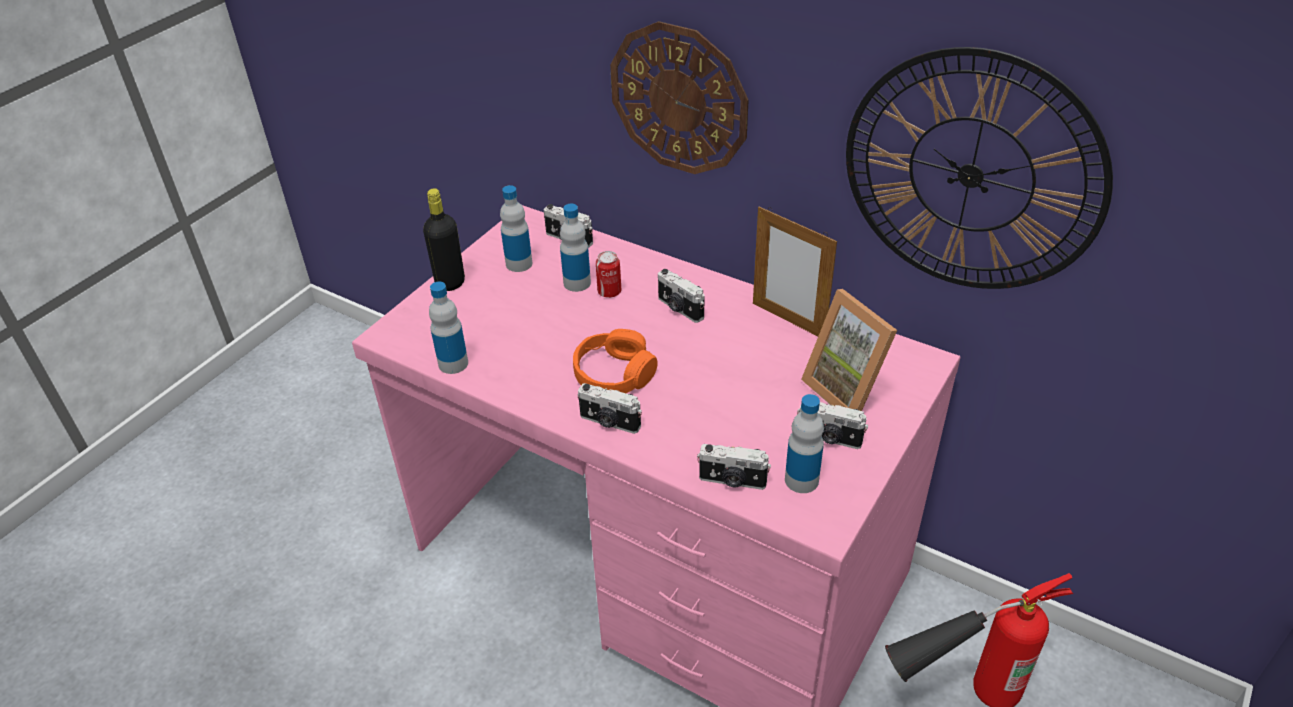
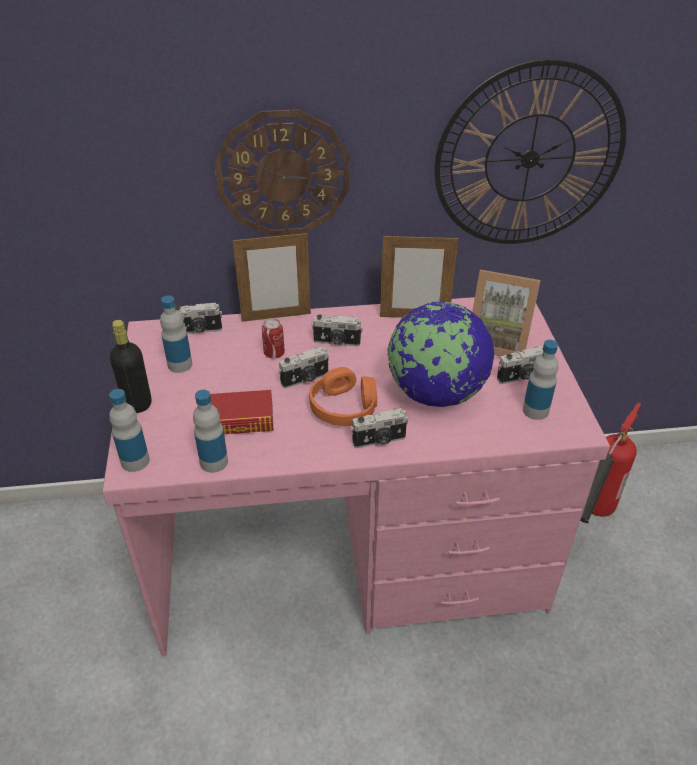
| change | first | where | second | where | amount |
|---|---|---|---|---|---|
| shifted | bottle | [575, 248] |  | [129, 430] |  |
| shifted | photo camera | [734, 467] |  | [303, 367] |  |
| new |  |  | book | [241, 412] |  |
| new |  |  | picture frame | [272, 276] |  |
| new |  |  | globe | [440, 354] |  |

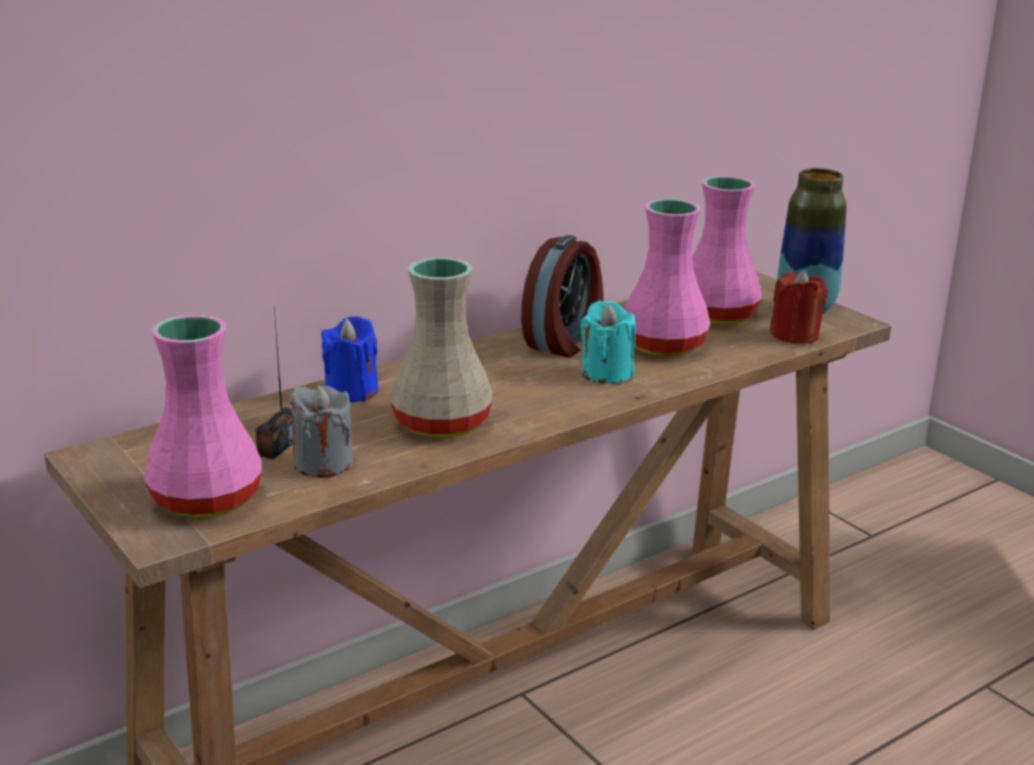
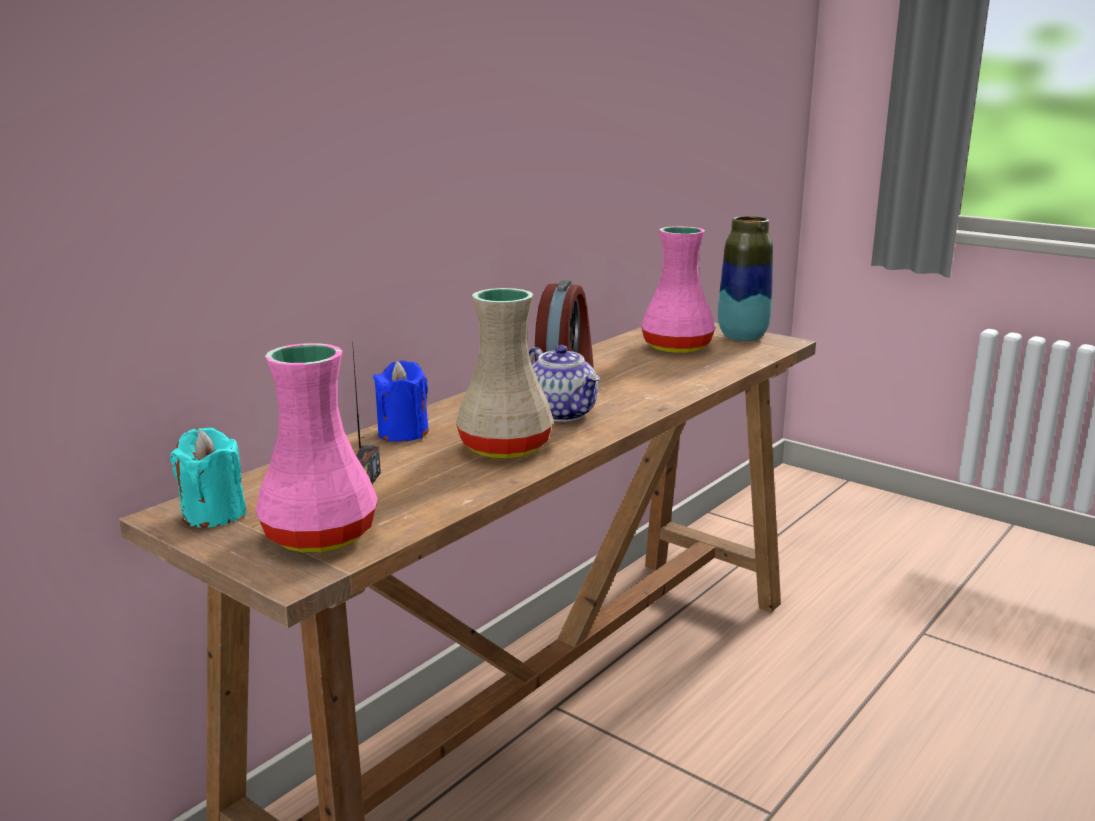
| change | first | where | second | where | amount |
|---|---|---|---|---|---|
| gone | candle (grey) | [321, 431] |  |  |  |
| shifted | candle (turquoise) | [608, 342] |  | [208, 478] |  |
| gone | vase (pink) | [667, 277] |  |  |  |
| gone | candle (red) | [799, 307] |  |  |  |
| new |  |  | teapot | [564, 383] |  |

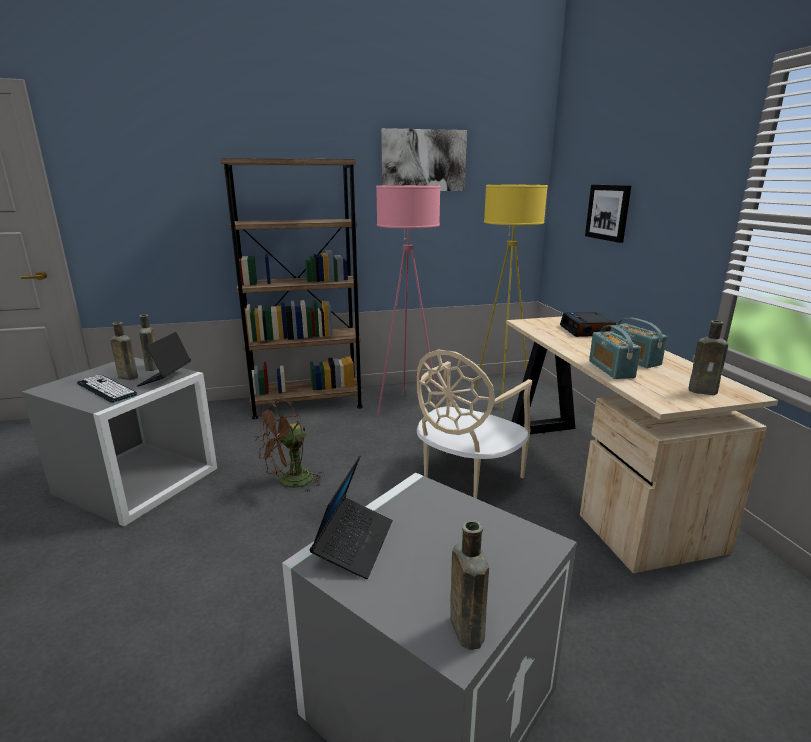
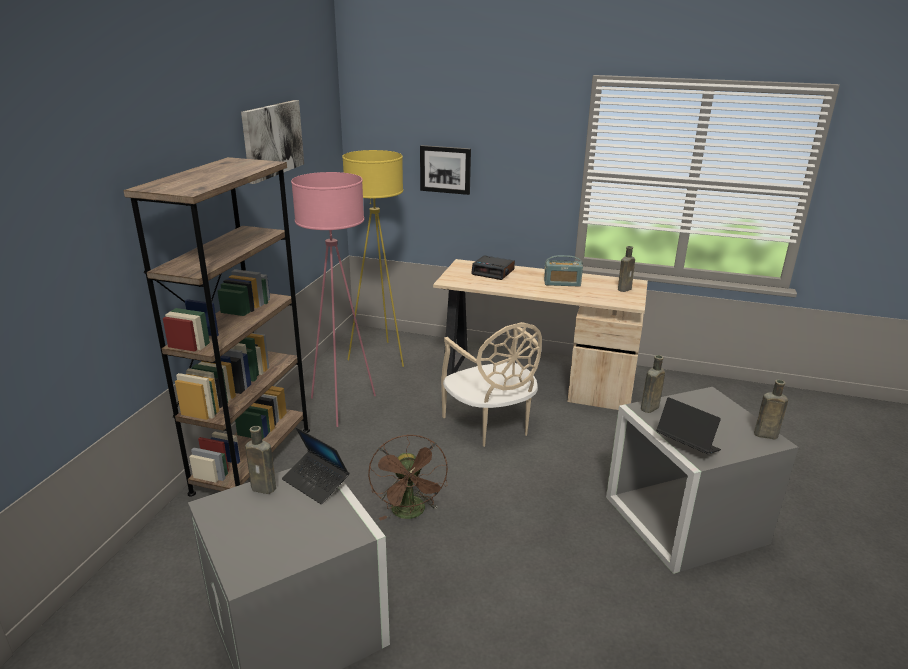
| change | first | where | second | where | amount |
|---|---|---|---|---|---|
| gone | keyboard | [107, 389] |  |  |  |
| shifted | bottle (brown) | [124, 351] |  | [653, 384] |  |
| gone | radio | [615, 352] |  |  |  |

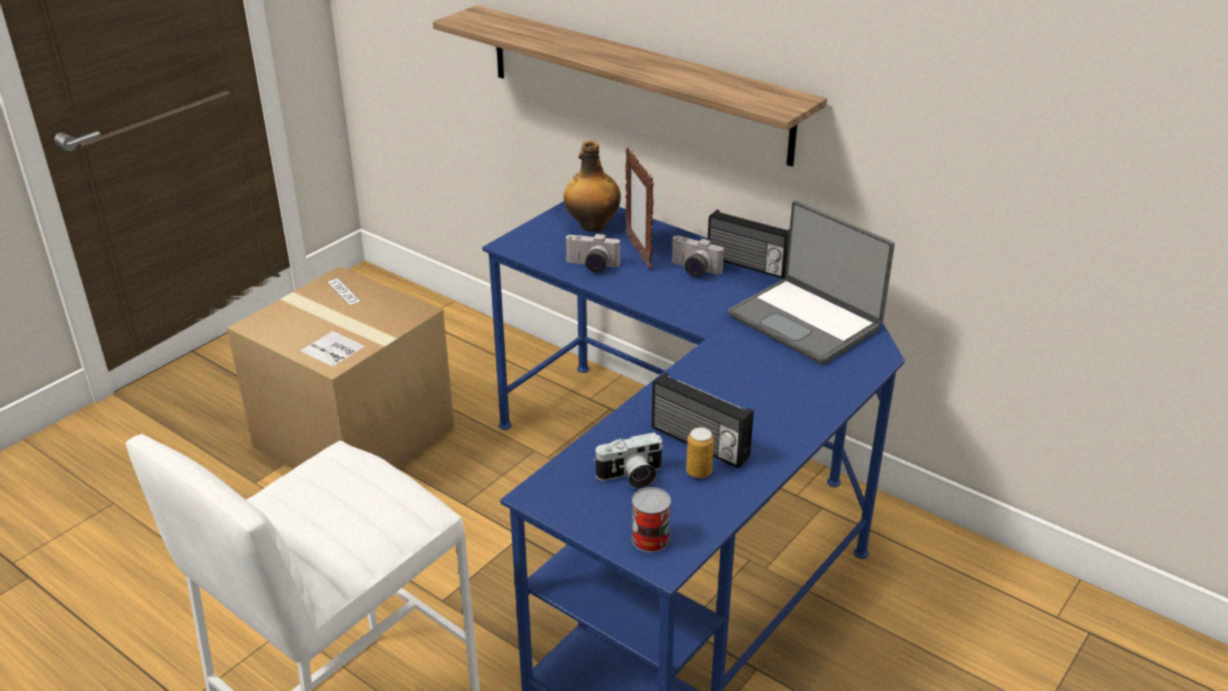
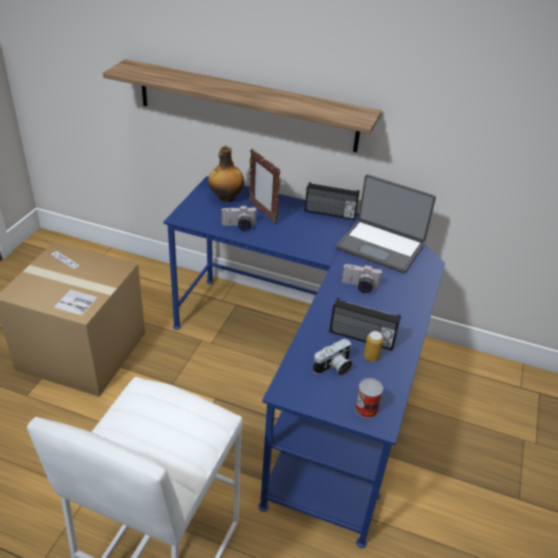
| change | first | where | second | where | amount |
|---|---|---|---|---|---|
| shifted | photo camera | [697, 256] |  | [361, 278] |  |

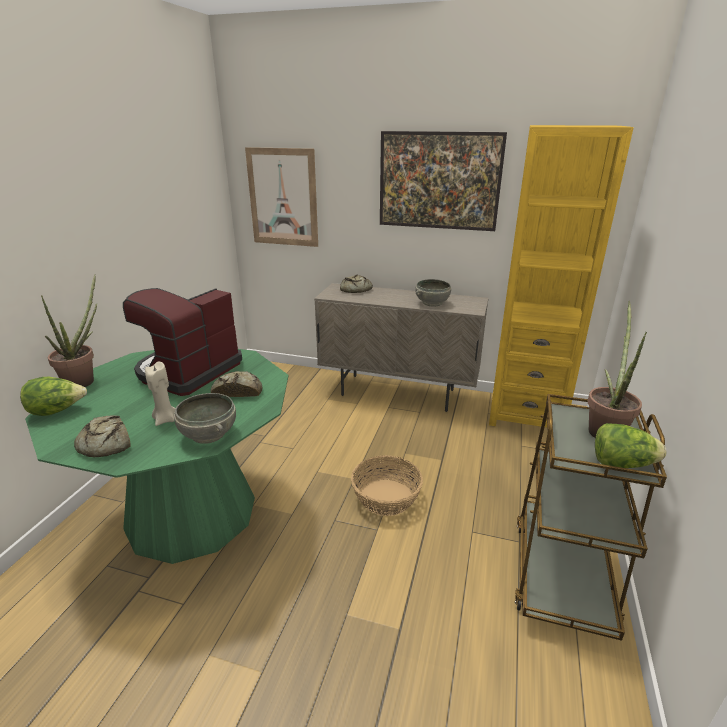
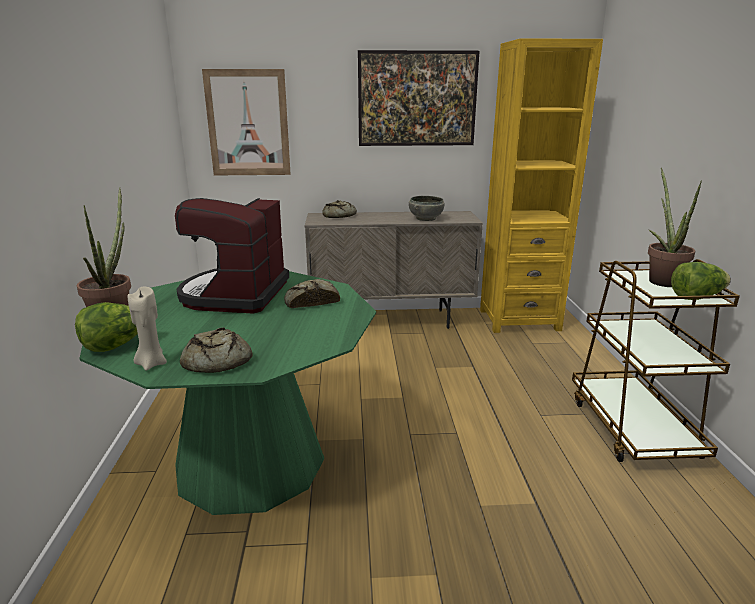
| change | first | where | second | where | amount |
|---|---|---|---|---|---|
| shifted | candle (beige) | [160, 394] |  | [147, 328] |  |
| gone | bowl (grey) | [205, 418] |  |  |  |
| gone | basket | [387, 485] |  |  |  |

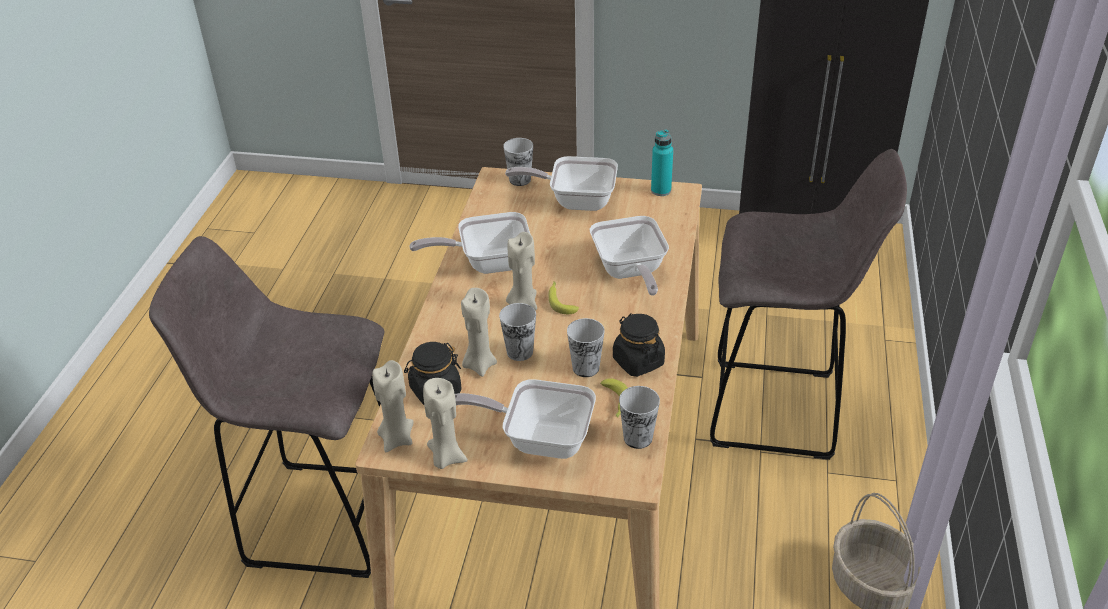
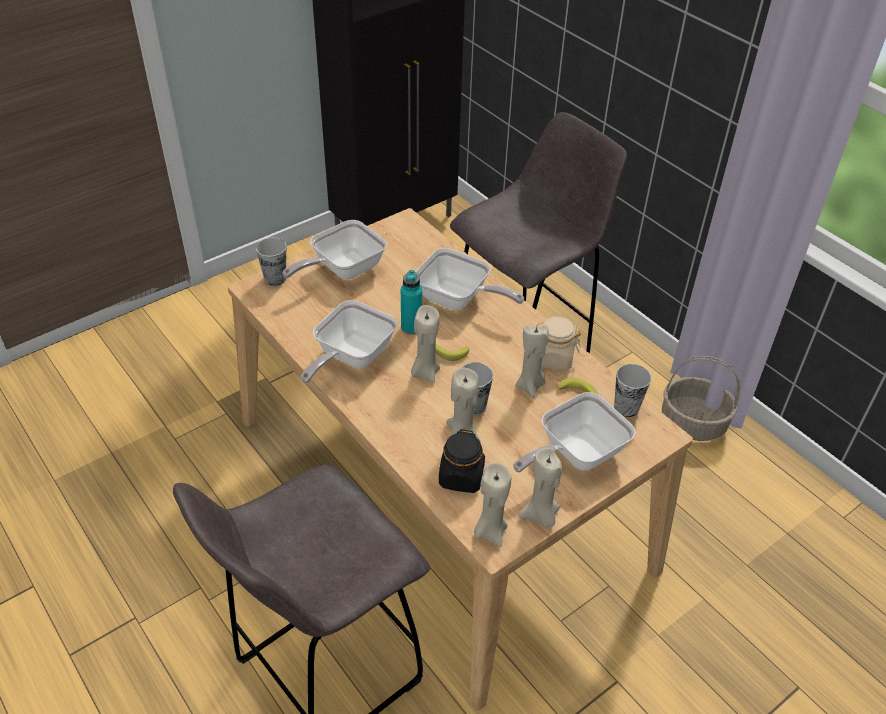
| change | first | where | second | where | amount |
|---|---|---|---|---|---|
| swapped | cup | [586, 347] | candle (beige) | [532, 361] |  |
| repainted | jar (black) | [639, 345] | jar (beige) | [558, 343] |  |
| shifted | bottle (turquoise) | [662, 163] |  | [411, 302] |  |

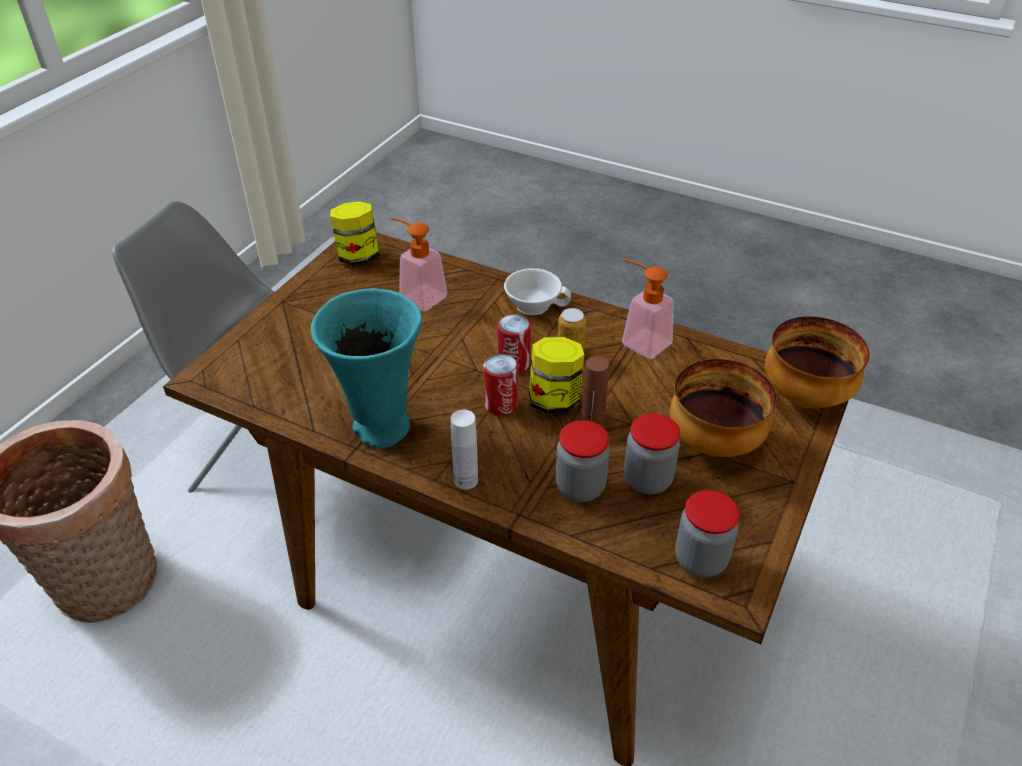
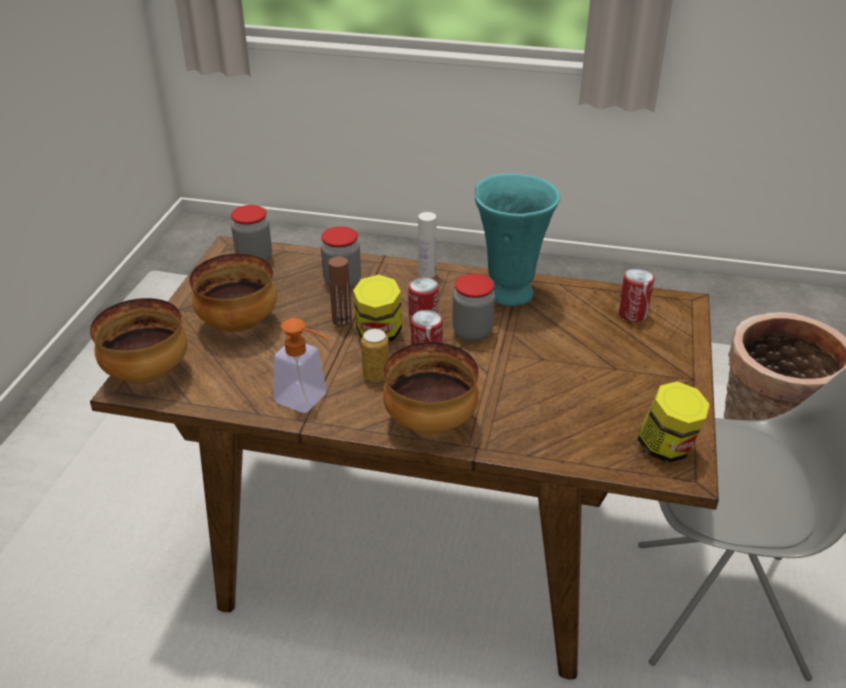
| change | first | where | second | where | amount |
|---|---|---|---|---|---|
| gone | soap dispenser | [419, 264] |  |  |  |
| swapped | cup (white) | [537, 291] | bowl | [431, 388] |  |
| shifted | jar | [652, 454] |  | [473, 307] |  |
| new |  |  | can | [636, 295] |  |

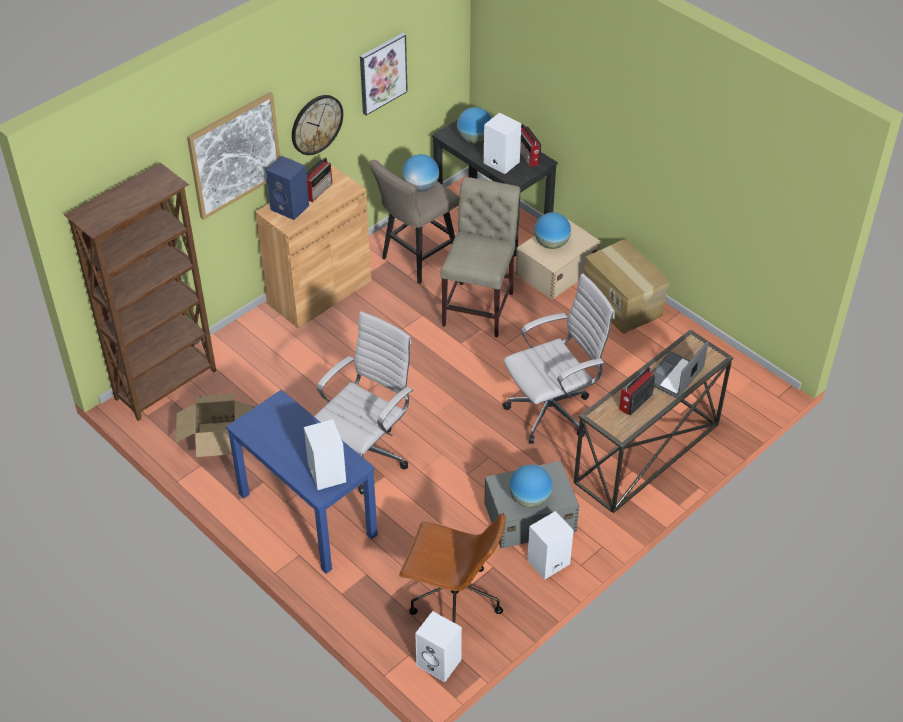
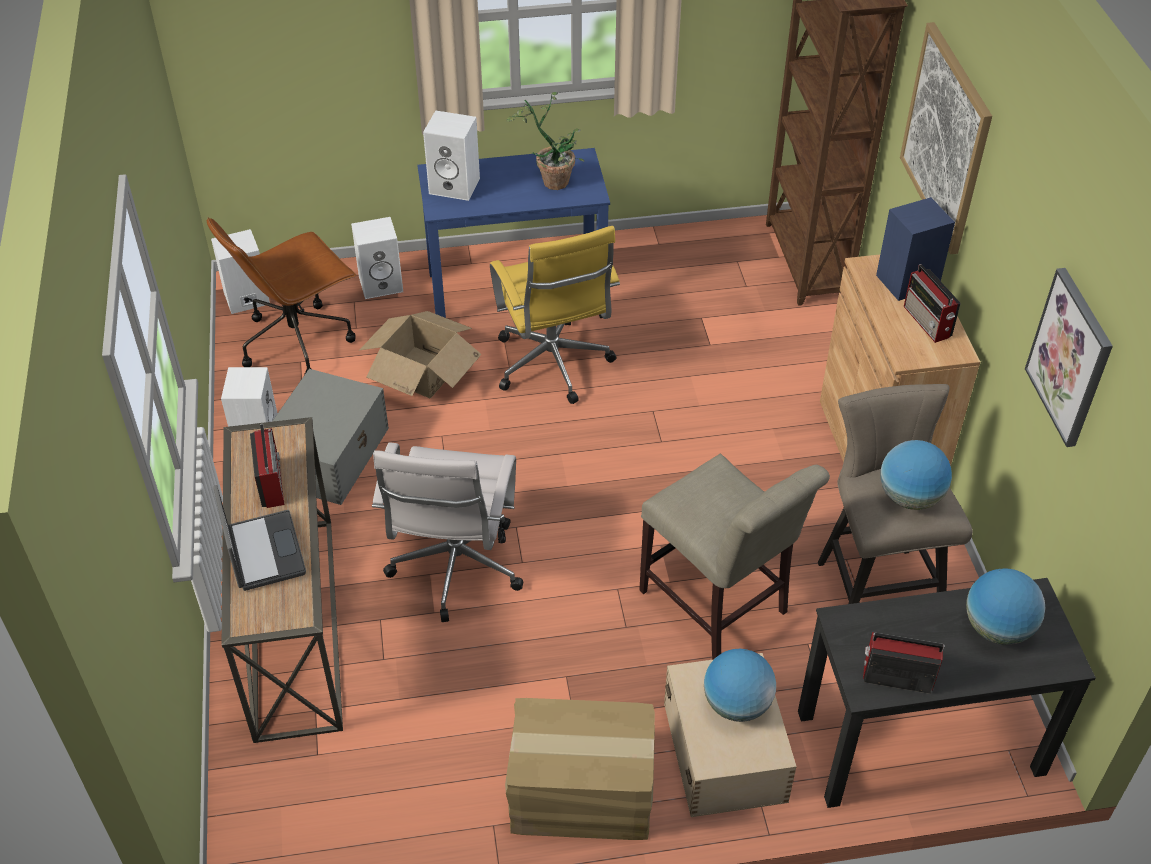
| change | first | where | second | where | amount |
|---|---|---|---|---|---|
| shifted | cardboard box | [215, 425] |  | [421, 354] |  |
| gone | wall clock | [317, 125] |  |  |  |
| repainted | office chair (white) | [363, 403] | office chair (yellow) | [555, 315] |  |
| shifted | speaker (white) | [502, 143] |  | [377, 258] |  |
| gone | globe | [530, 486] |  |  |  |
| new |  |  | potted plant | [546, 141] |  |

